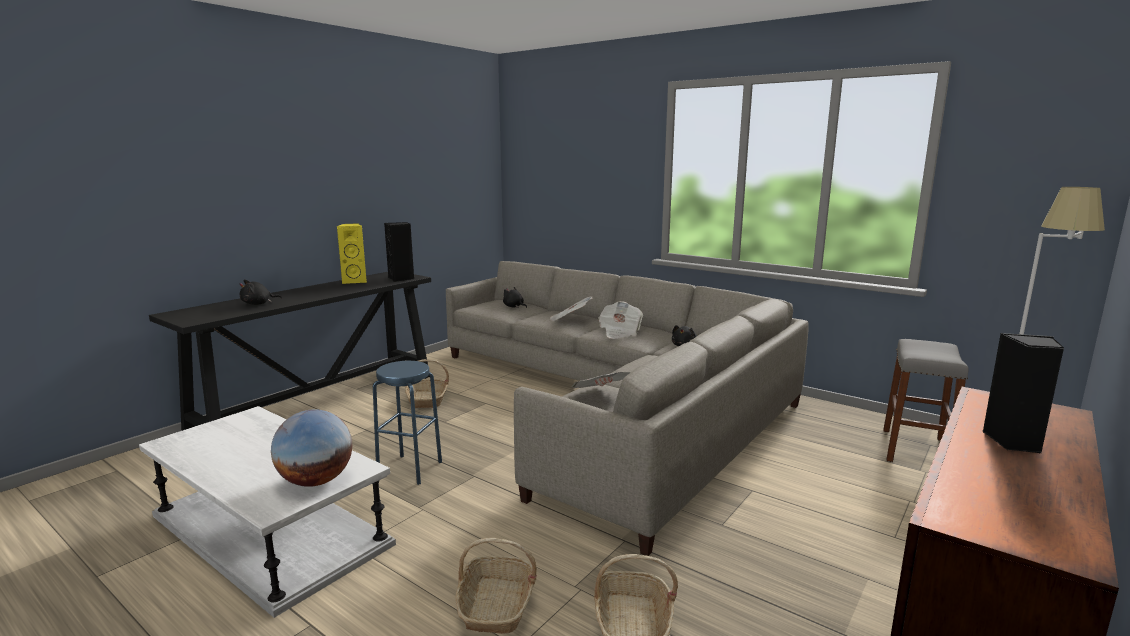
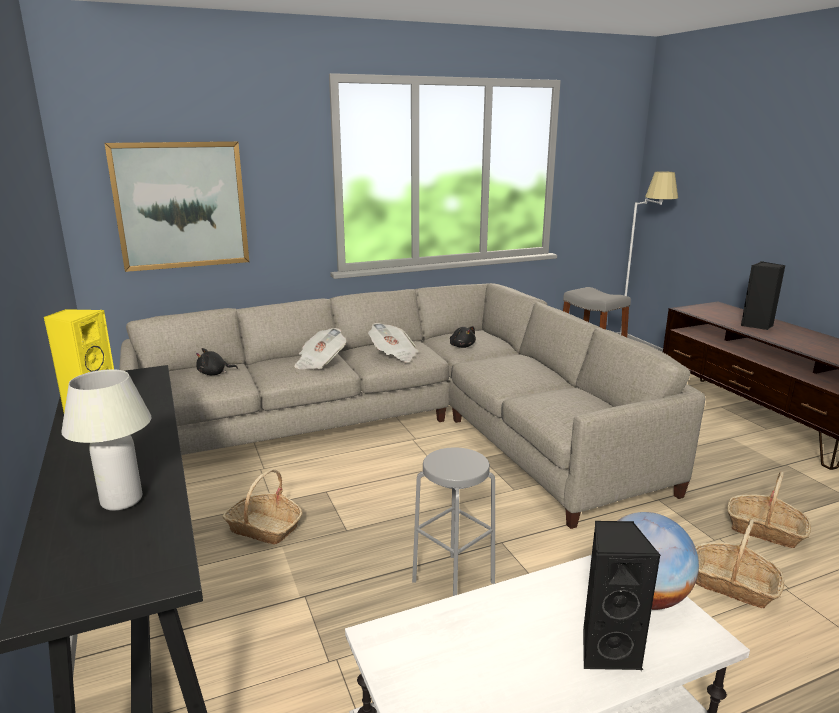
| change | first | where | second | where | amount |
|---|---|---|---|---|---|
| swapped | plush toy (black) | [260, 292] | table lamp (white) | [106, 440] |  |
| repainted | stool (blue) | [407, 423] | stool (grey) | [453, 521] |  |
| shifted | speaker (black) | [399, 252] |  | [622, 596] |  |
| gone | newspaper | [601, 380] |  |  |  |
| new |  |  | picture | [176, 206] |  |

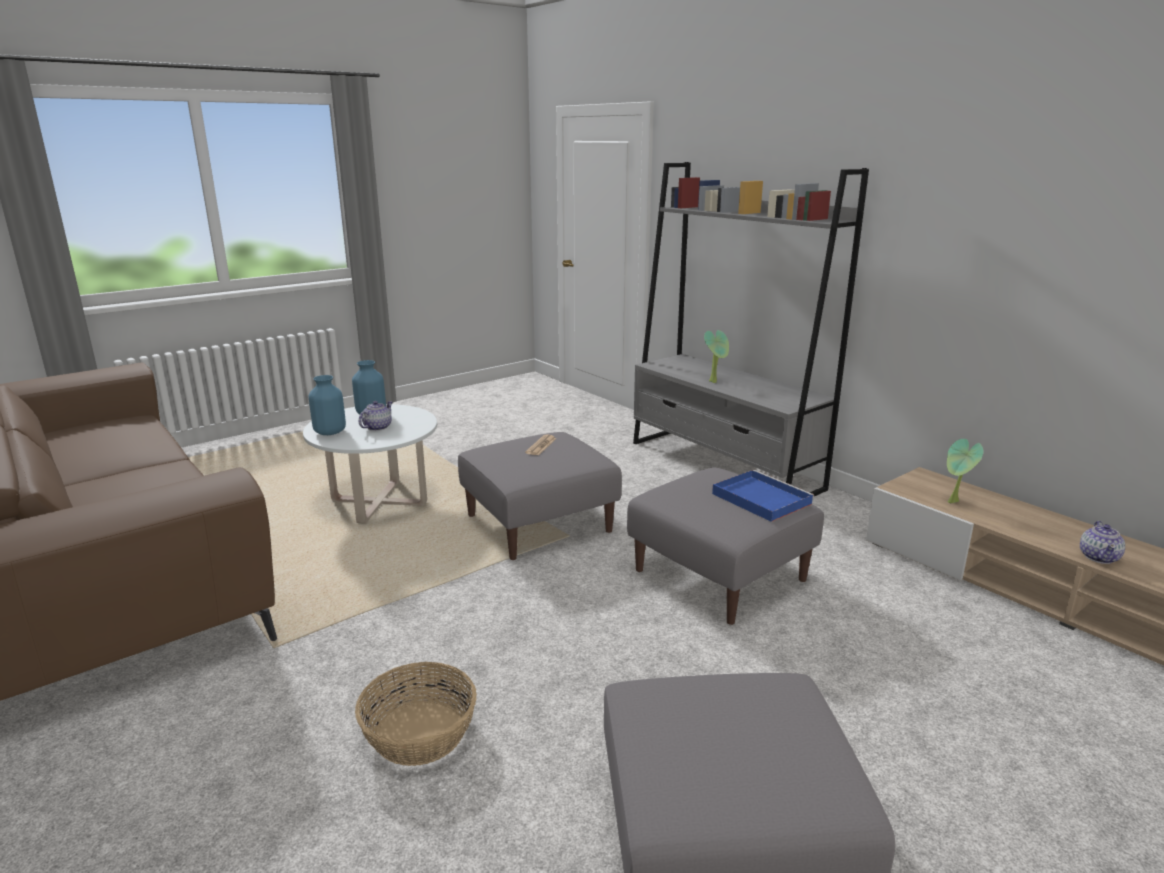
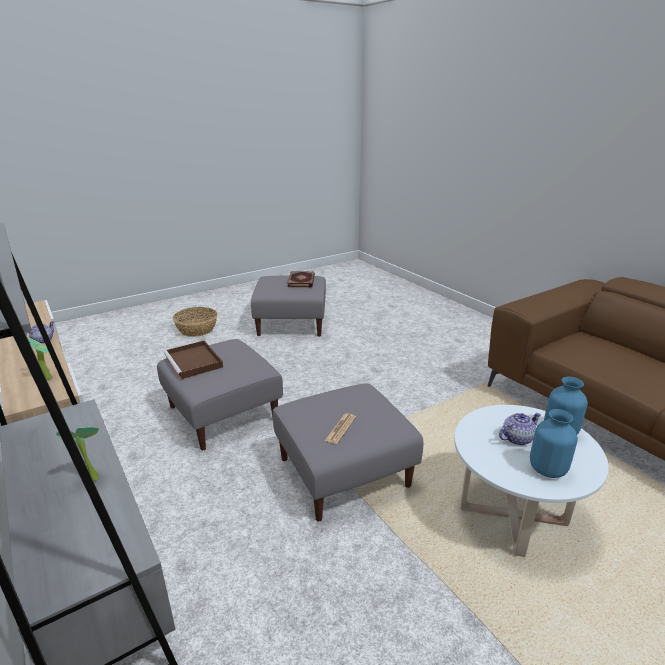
| change | first | where | second | where | amount |
|---|---|---|---|---|---|
| shifted | basket | [416, 714] |  | [195, 322] |  |
| rotated | teapot | [376, 416] |  | [520, 429] | 150 degrees counterclockwise |
| repainted | tray (blue) | [763, 496] | tray (brown) | [193, 359] |  |
| new |  |  | book | [301, 279] |  |

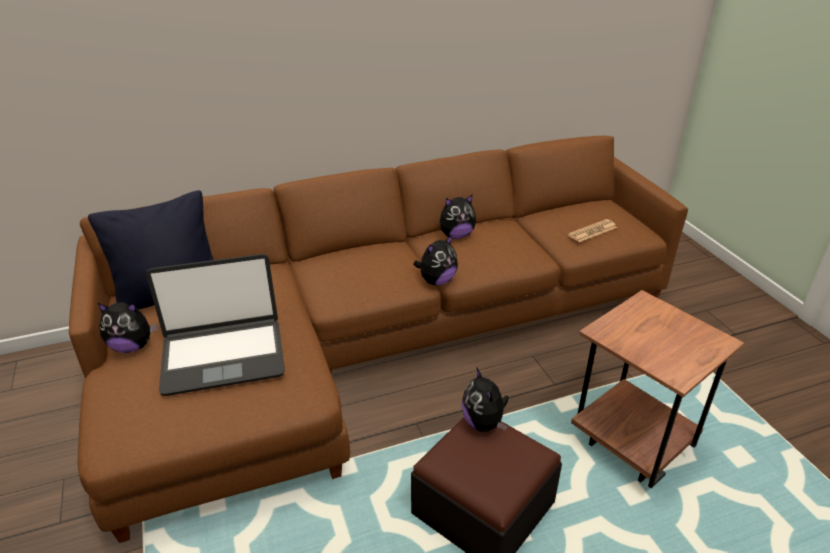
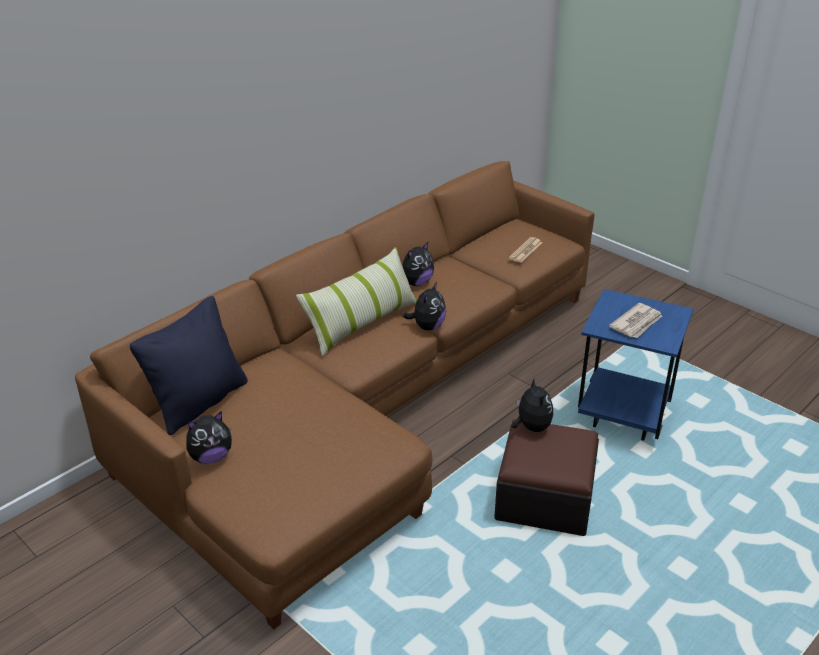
| change | first | where | second | where | amount |
|---|---|---|---|---|---|
| gone | laptop | [215, 325] |  |  |  |
| rotated | plush toy | [484, 400] |  | [532, 404] | 150 degrees counterclockwise |
| repainted | side table (brown) | [657, 389] | side table (blue) | [635, 365] |  |
| new |  |  | pillow | [356, 301] |  |
| new |  |  | newspaper | [635, 320] |  |

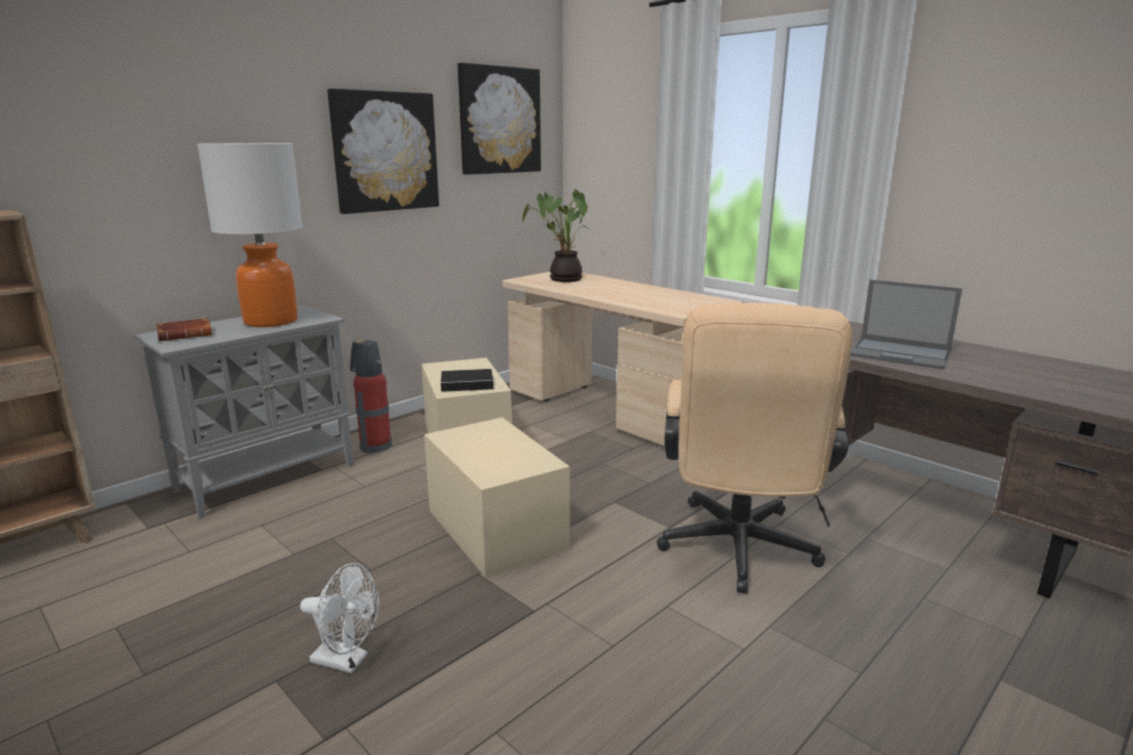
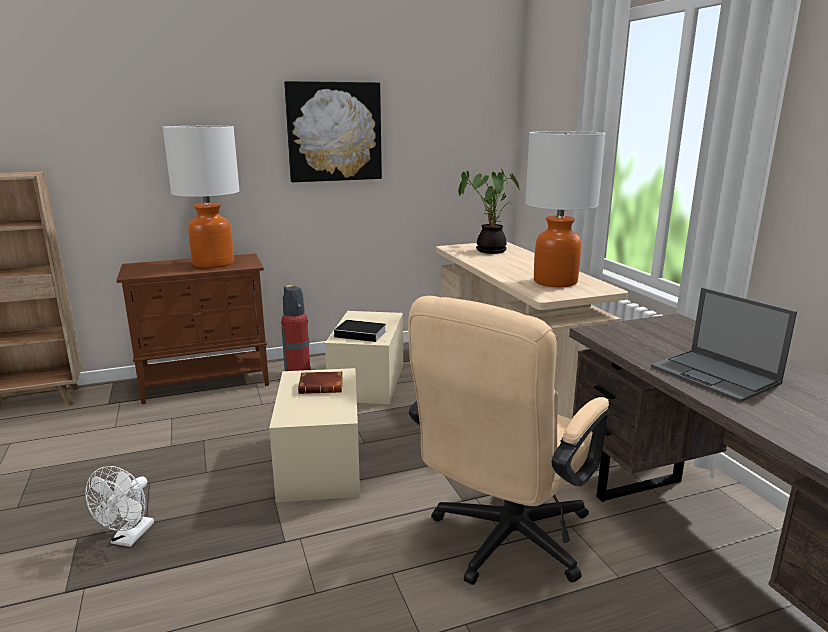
| change | first | where | second | where | amount |
|---|---|---|---|---|---|
| repainted | cabinet (grey) | [244, 412] | cabinet (brown) | [192, 329] |  |
| shifted | book (brown) | [184, 329] |  | [320, 382] |  |
| rotated | fan (white) | [339, 618] |  | [119, 506] | 60 degrees clockwise |
| gone | picture | [499, 119] |  |  |  |
| new |  |  | table lamp | [565, 209] |  |

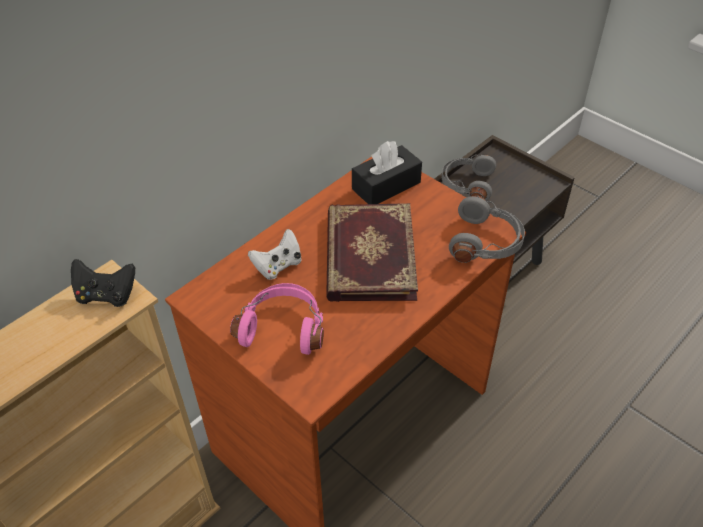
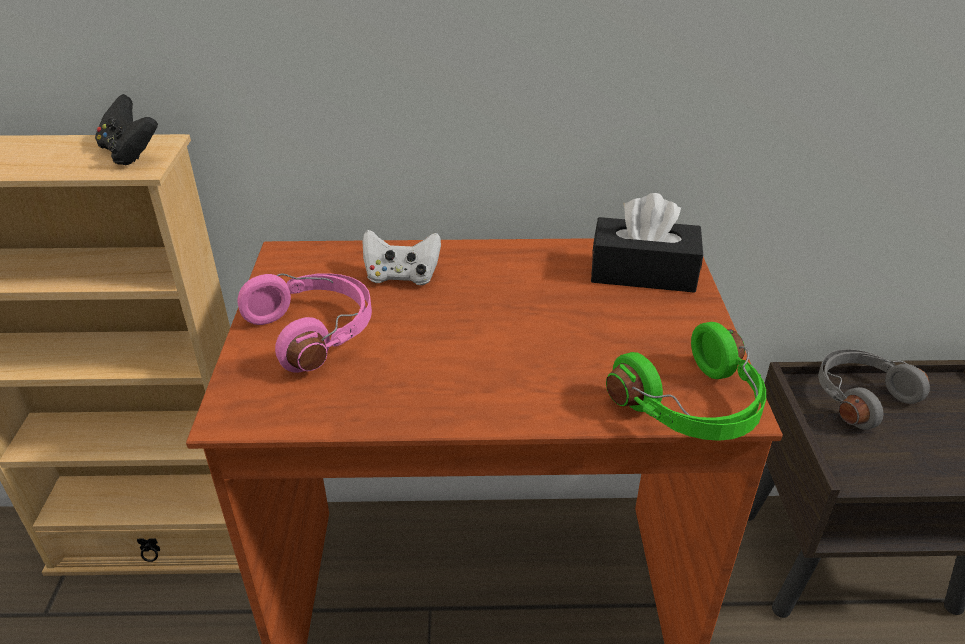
| change | first | where | second | where | amount |
|---|---|---|---|---|---|
| gone | book | [372, 252] |  |  |  |
| repainted | headphones (grey) | [487, 229] | headphones (green) | [686, 381] |  |

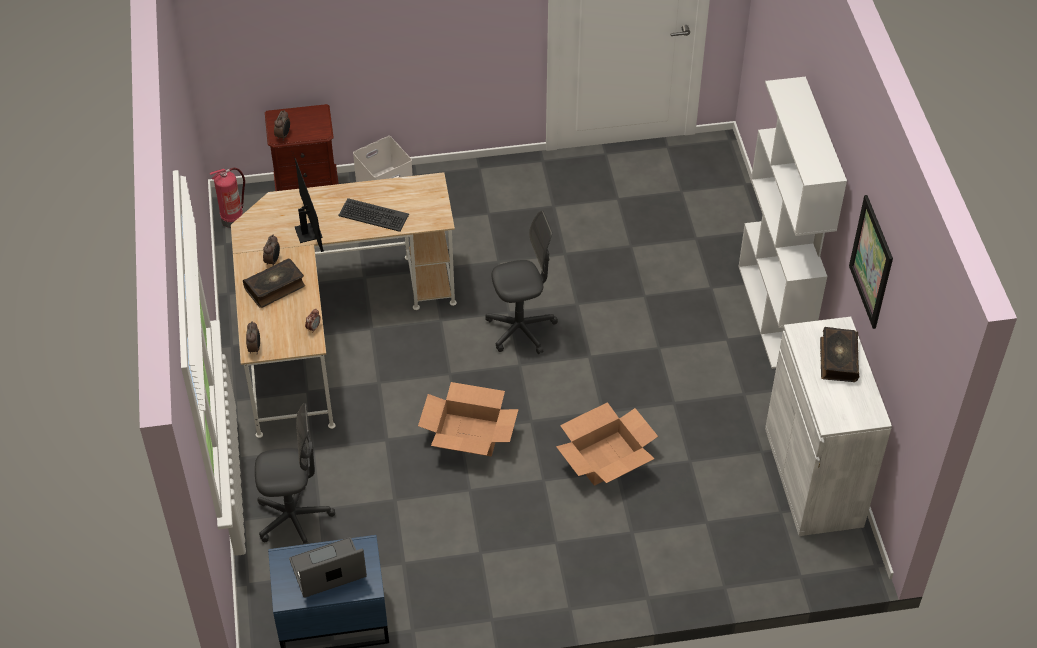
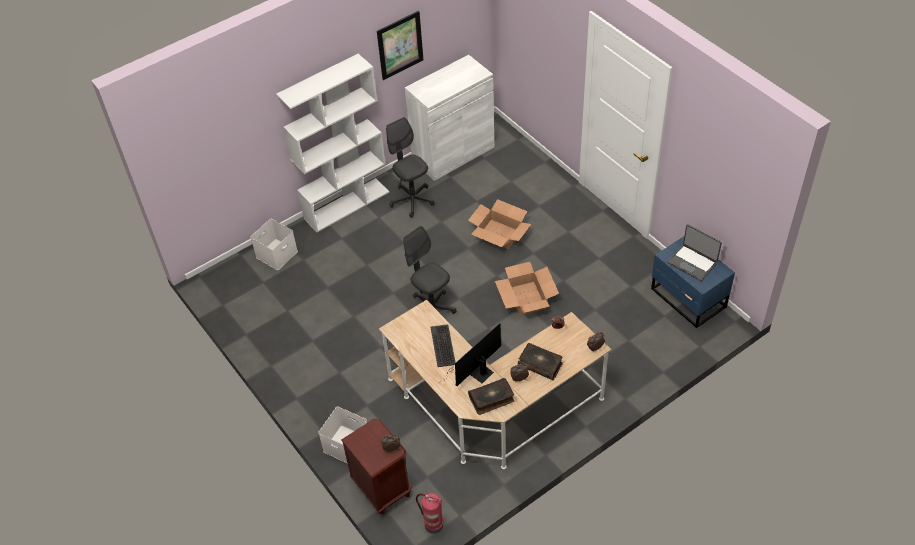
| change | first | where | second | where | amount |
|---|---|---|---|---|---|
| shifted | office chair (grey) | [295, 473] |  | [410, 167] |  |
| shifted | book | [839, 354] |  | [491, 396] |  |
| new |  |  | storage box (white) | [274, 244] |  |

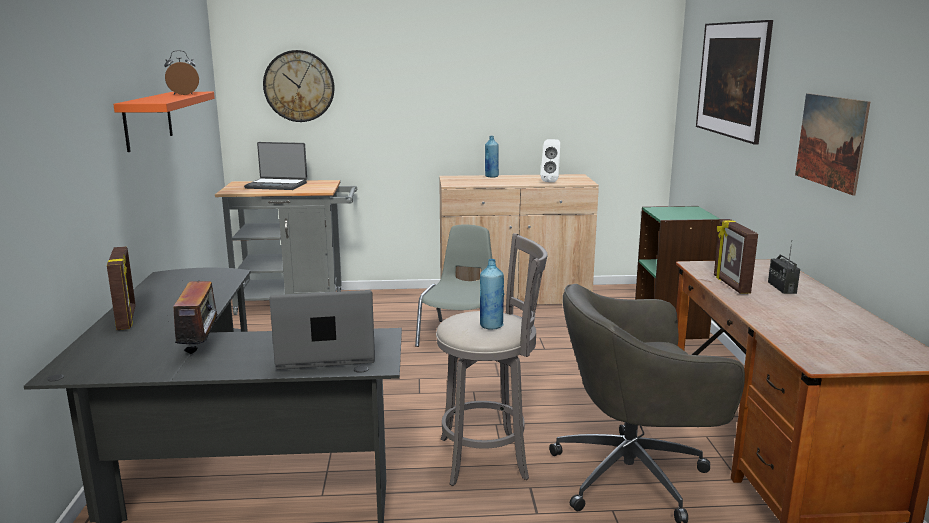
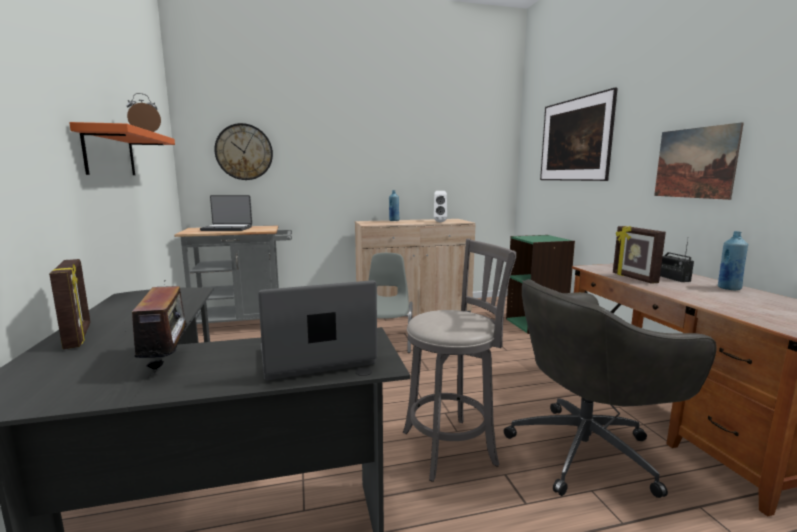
| change | first | where | second | where | amount |
|---|---|---|---|---|---|
| shifted | bottle (blue) | [492, 294] |  | [733, 260] |  |

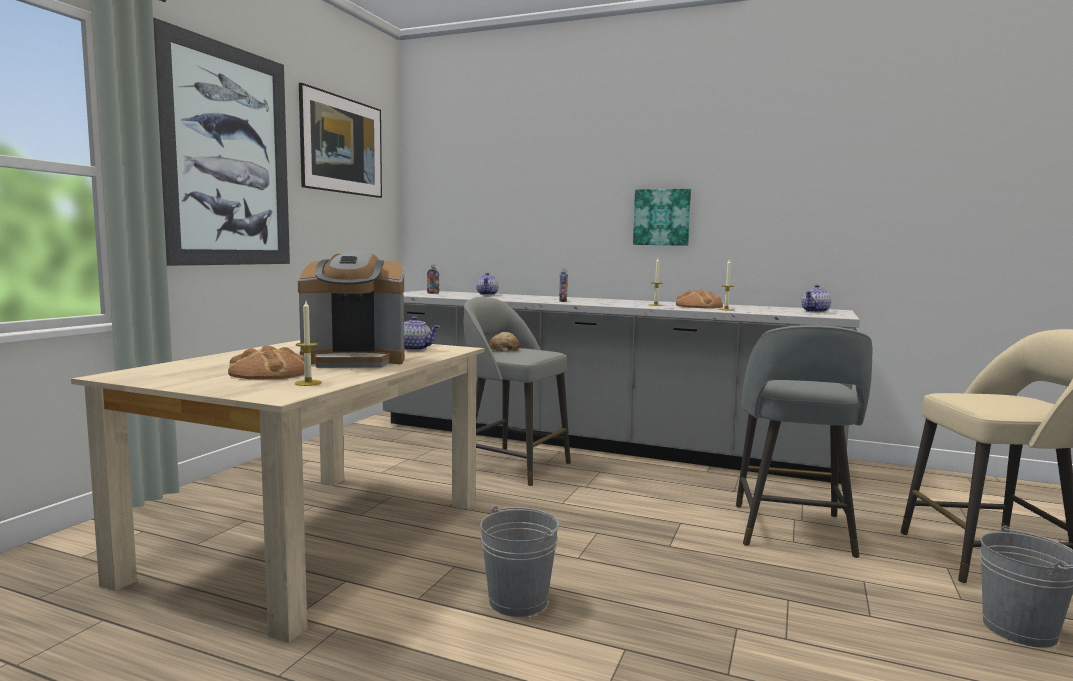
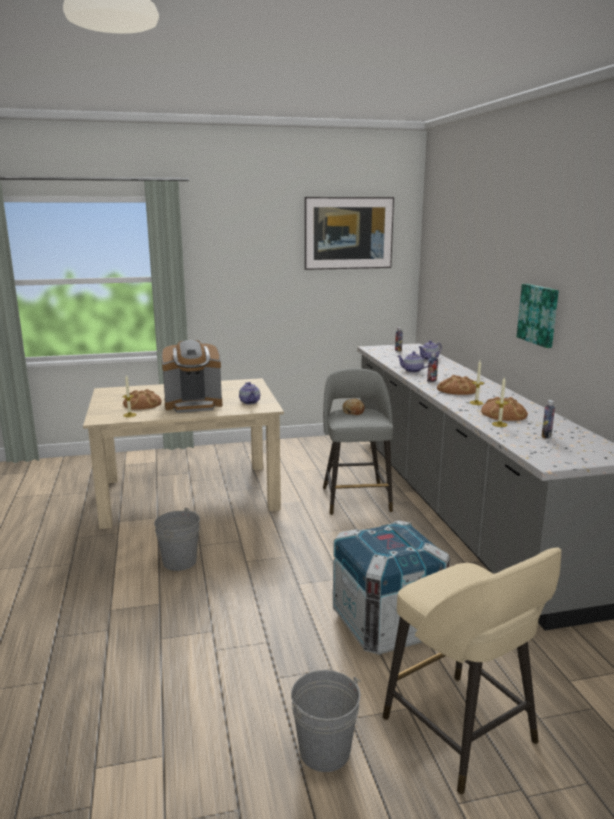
| change | first | where | second | where | amount |
|---|---|---|---|---|---|
| gone | picture | [221, 142] |  |  |  |
| rotated | coffee machine | [351, 309] |  | [191, 376] | 60 degrees counterclockwise |
| swapped | stool (grey) | [804, 441] | crate | [391, 587] |  |
| shifted | teapot | [816, 299] |  | [413, 362] |  |
| new |  |  | bread | [456, 385] |  |
| new |  |  | bottle | [548, 419] |  |

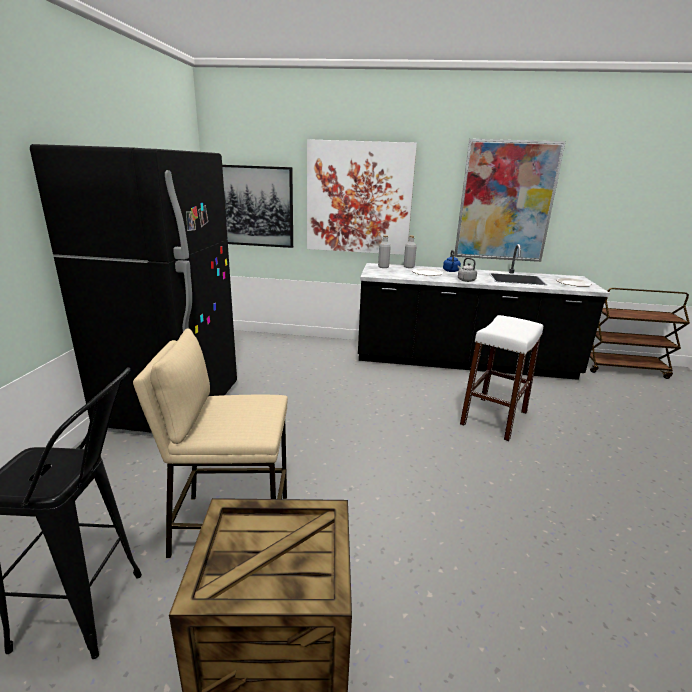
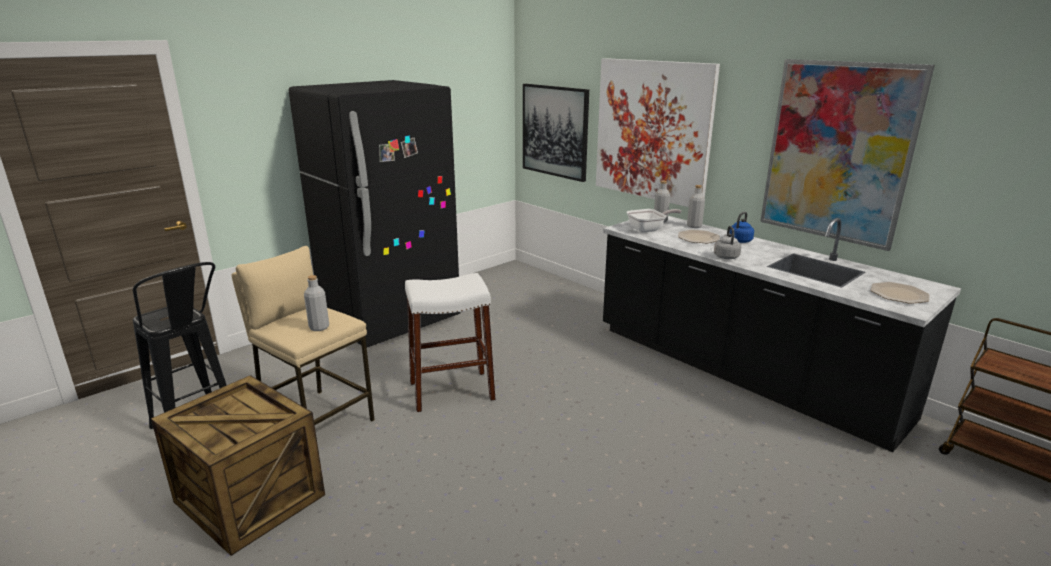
| change | first | where | second | where | amount |
|---|---|---|---|---|---|
| shifted | stool (white) | [501, 378] |  | [450, 342] |  |
| new |  |  | bottle (grey) | [316, 303] |  |
| new |  |  | frying pan | [654, 221] |  |

